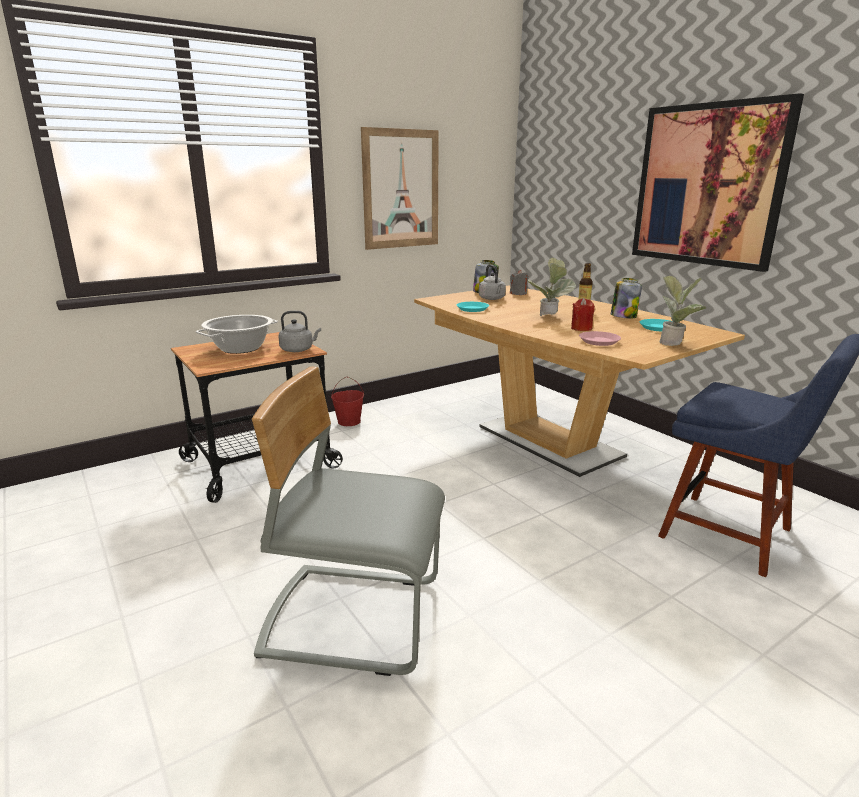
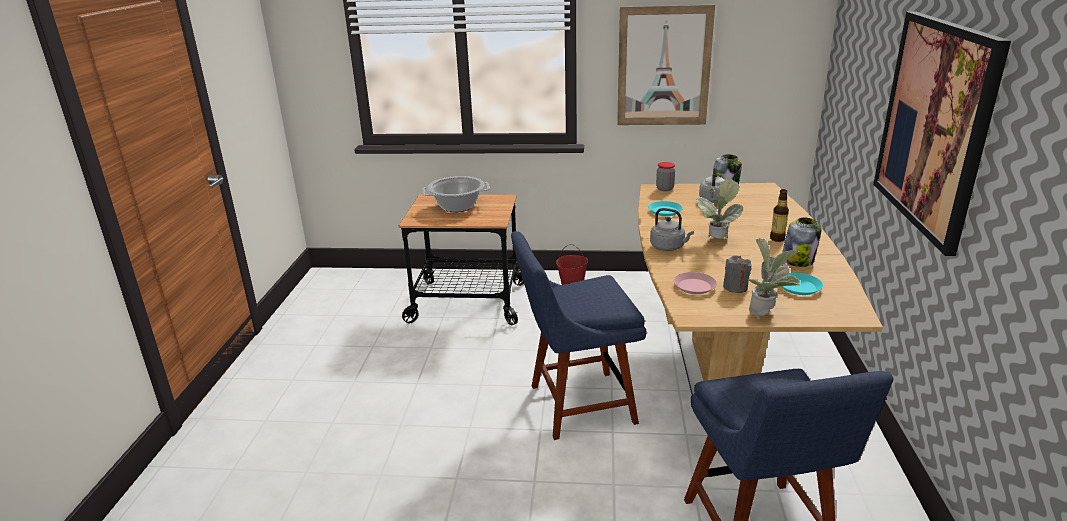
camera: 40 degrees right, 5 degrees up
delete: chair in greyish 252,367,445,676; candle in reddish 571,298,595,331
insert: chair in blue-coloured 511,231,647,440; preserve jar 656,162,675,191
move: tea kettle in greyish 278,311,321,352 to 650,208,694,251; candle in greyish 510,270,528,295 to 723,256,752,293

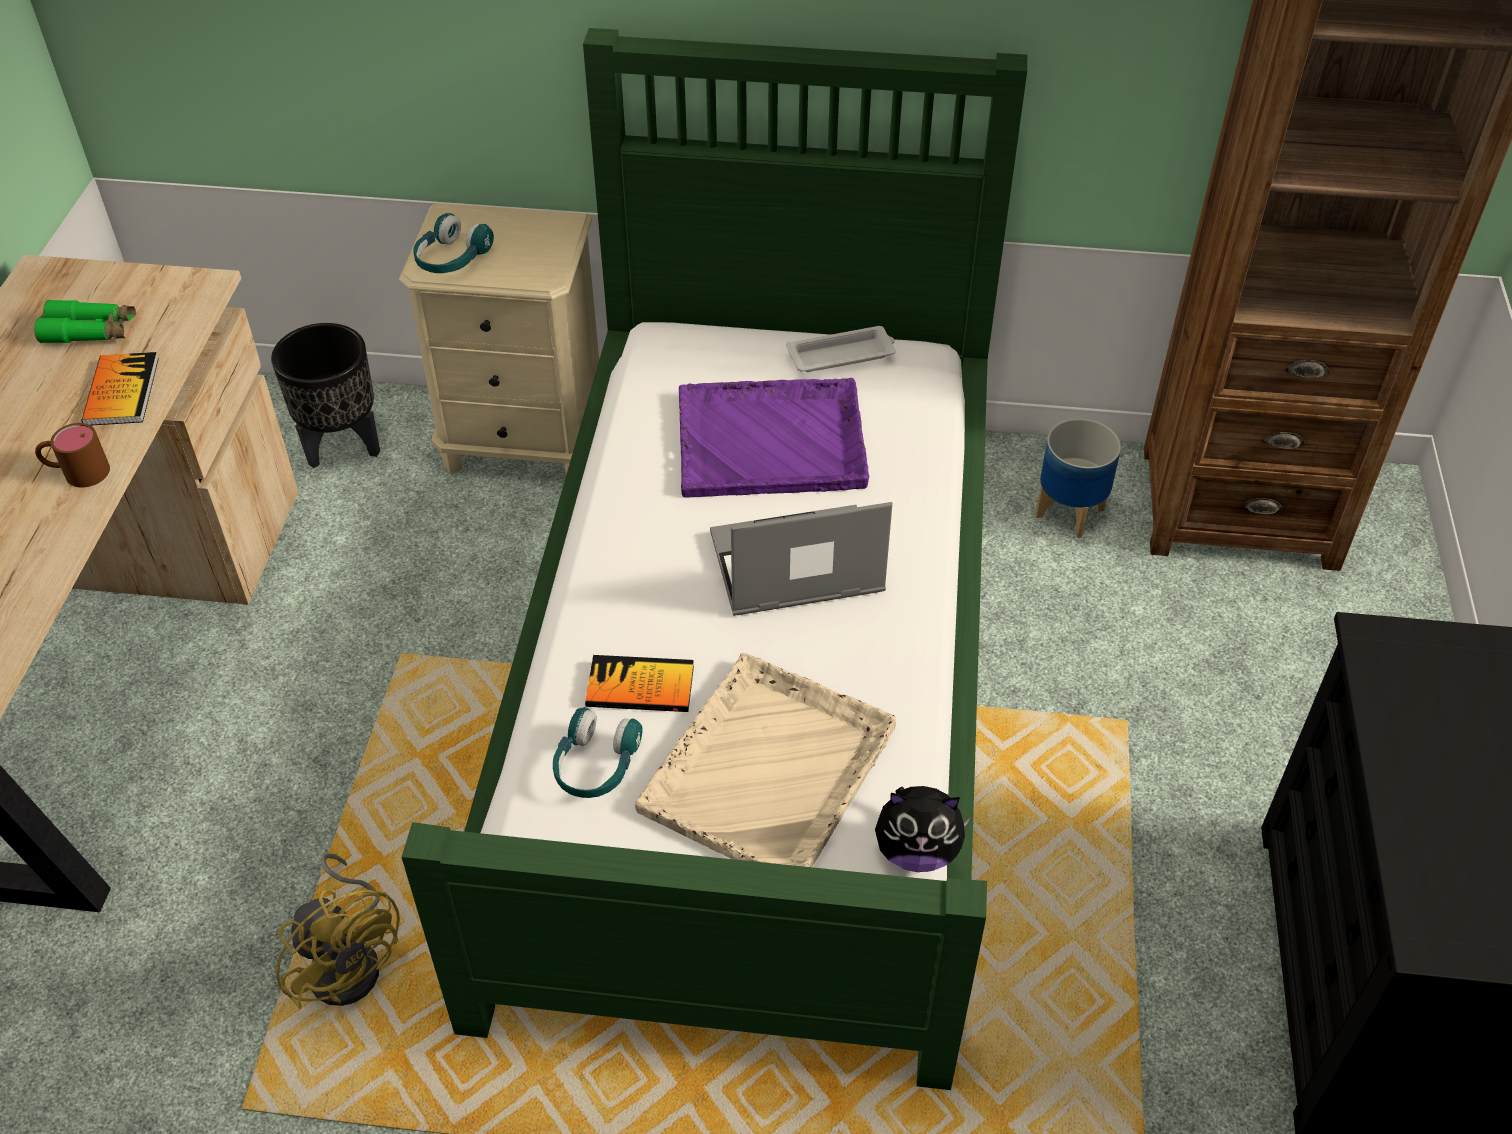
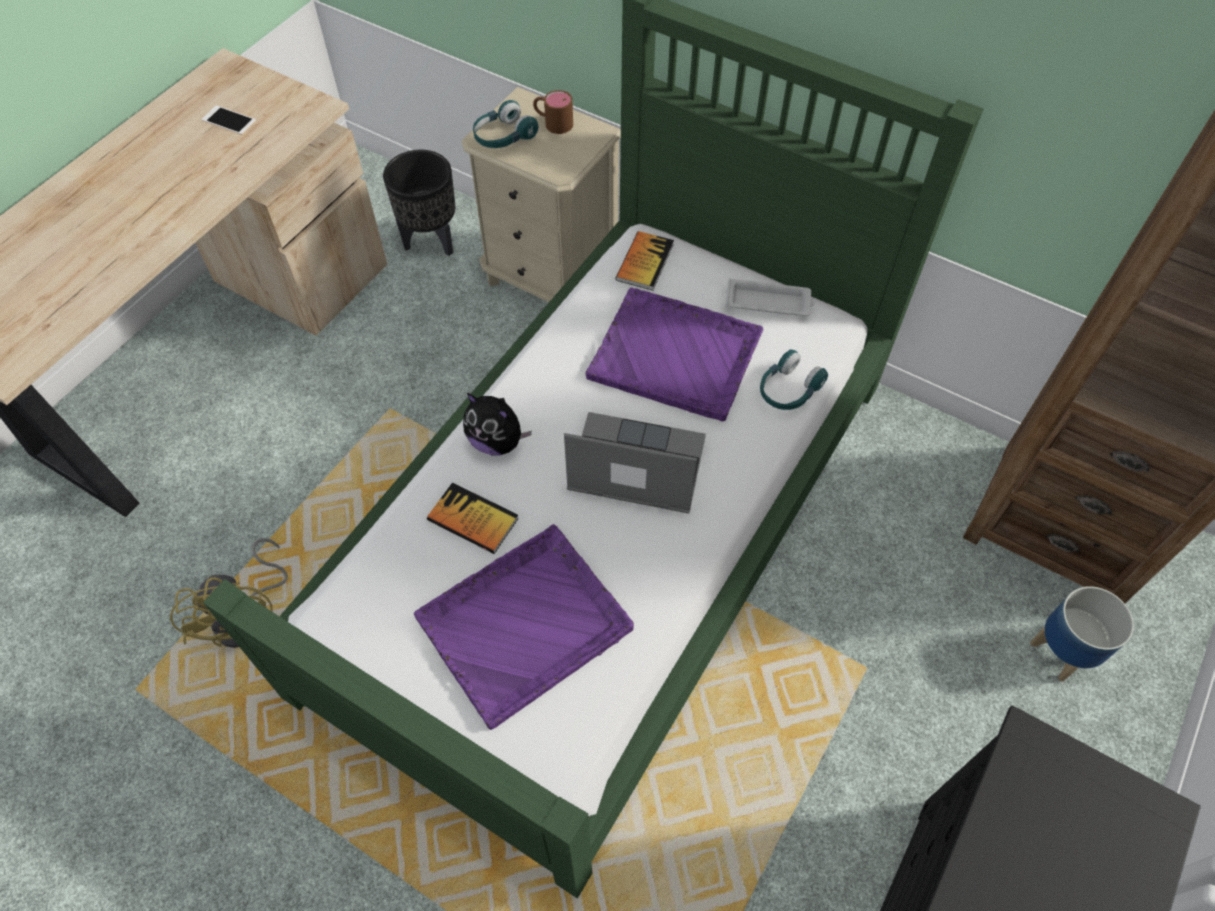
camera: 25 degrees right, 10 degrees up
move: soft toy 875,786,971,872 to 463,393,532,456; mug in brown 35,423,110,487 to 533,90,573,134; volume 81,352,159,425 to 616,231,674,291; headphones in turquoise-coloured 553,707,643,798 to 760,350,828,410; flower pot 1035,418,1121,538 to 1030,586,1134,682
replace: pair of binoculars in green 34,300,136,343 to telephone 201,105,256,135
recolor: carrying tray in sand-coloured 635,653,896,867 to carrying tray in purple-coloured 414,524,634,730

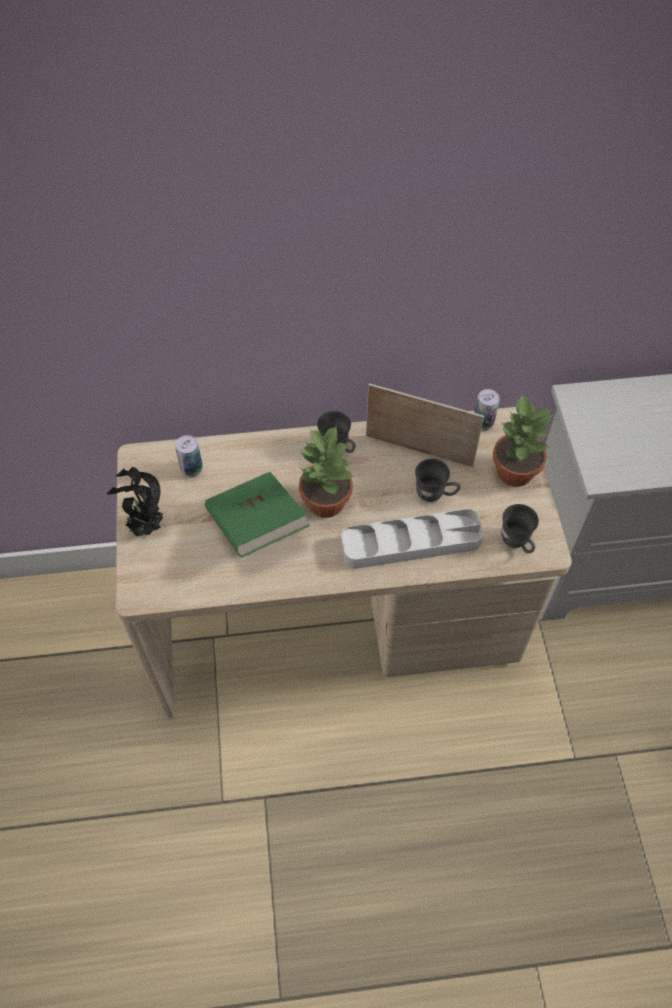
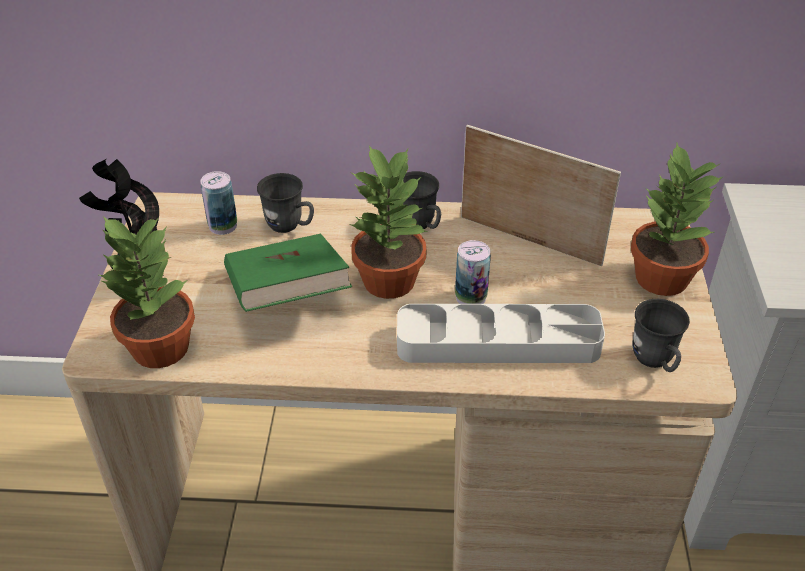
camera: 10 degrees right, 15 degrees down
insert: houseplant 99,216,195,368
move: mug in greyish 415,459,461,502 to 257,173,314,233; can 474,389,500,431 to 455,240,491,304

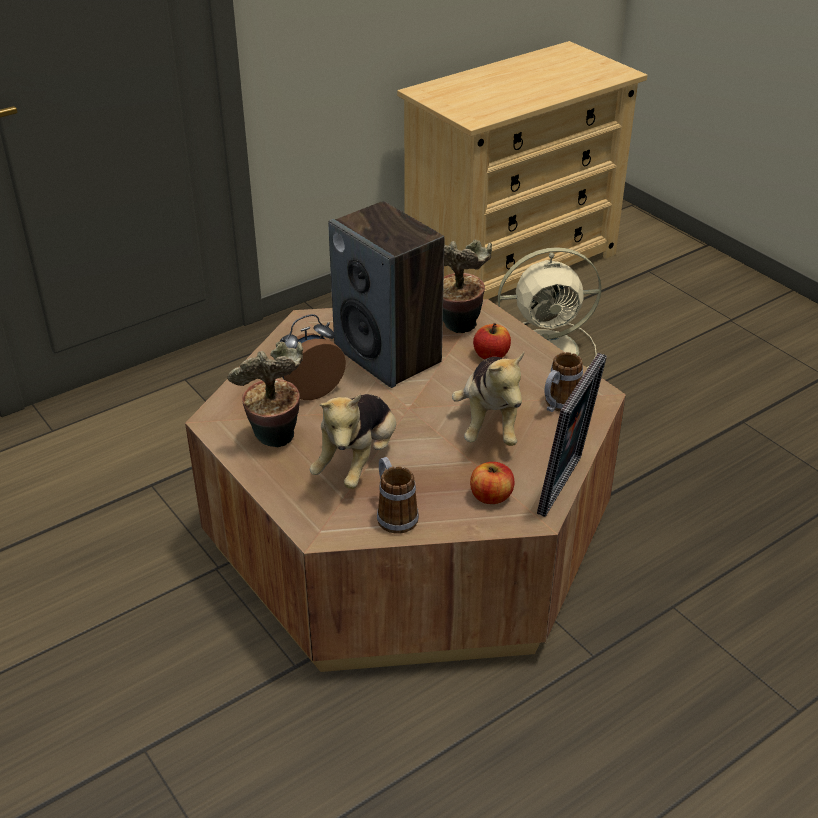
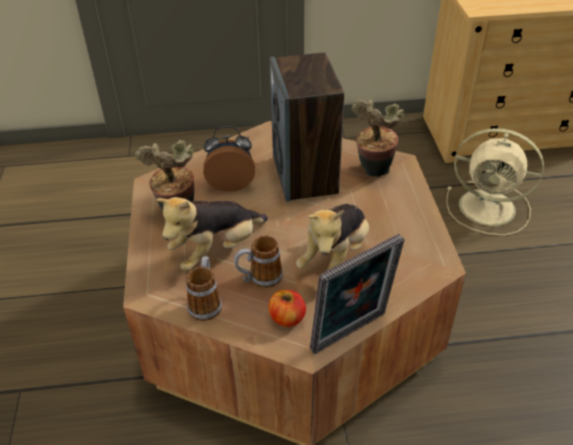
camera: 30 degrees right, 5 degrees up
delete: whole apple 473,323,511,359
move: mug 544,352,583,412 to 234,235,283,288

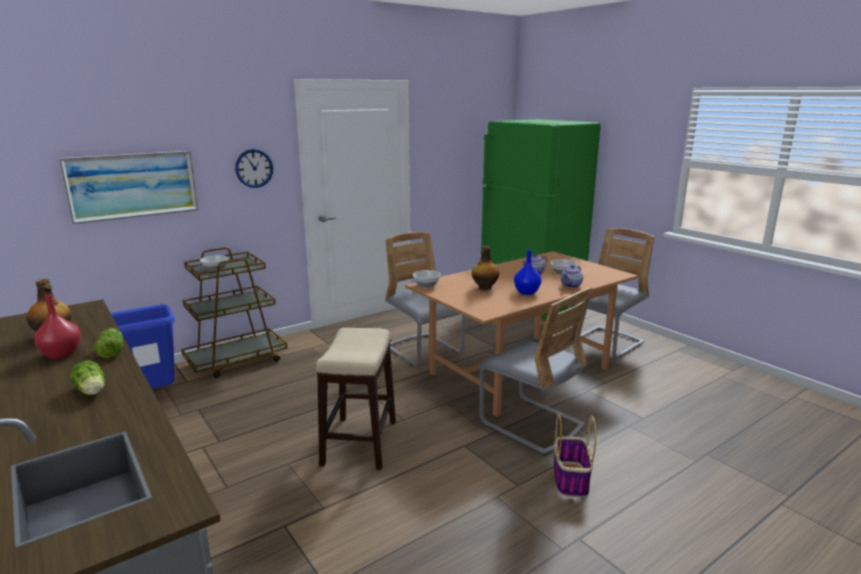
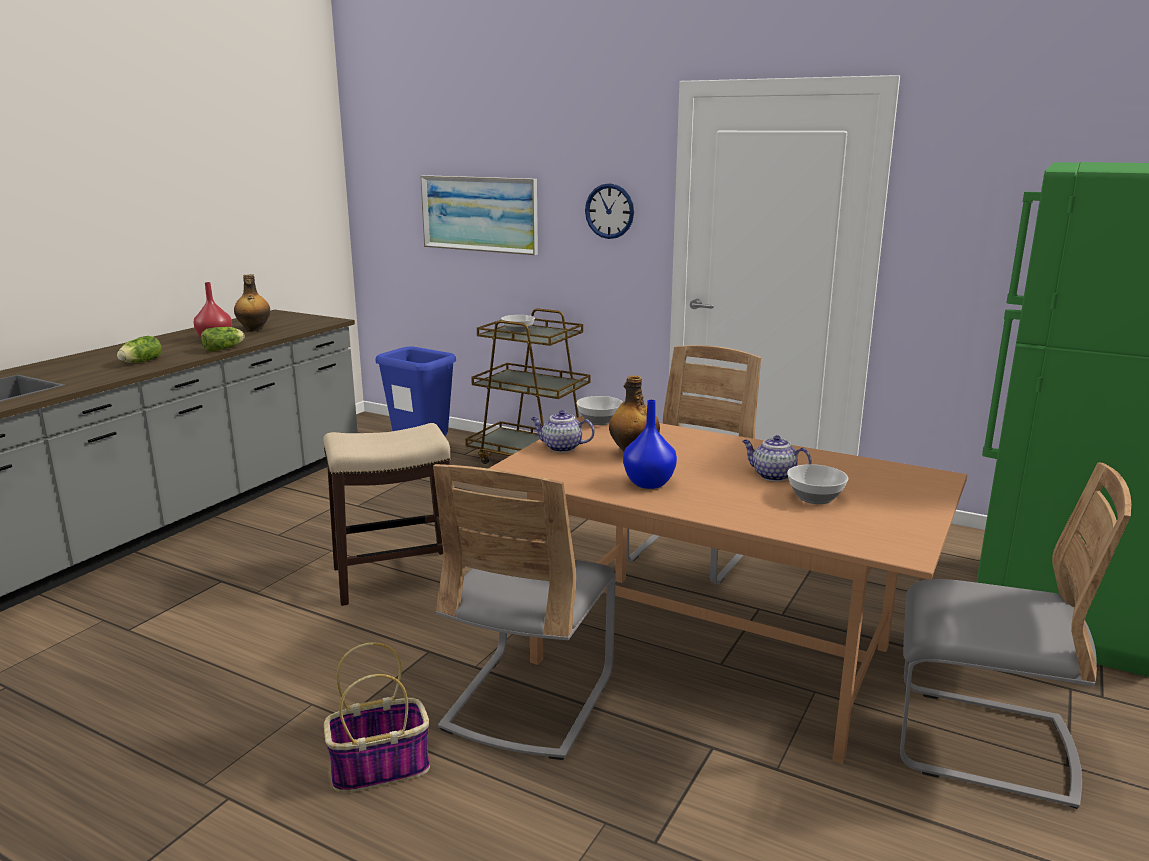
camera: 65 degrees right, 0 degrees up
move: pot for tea 561,265,583,288 to 531,410,595,452

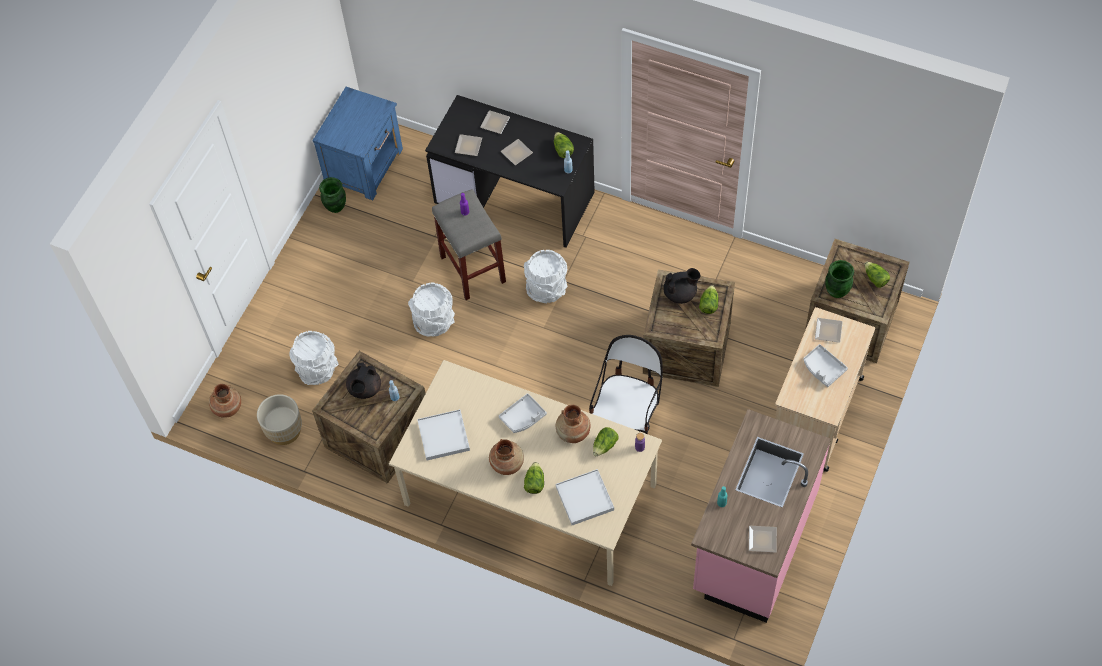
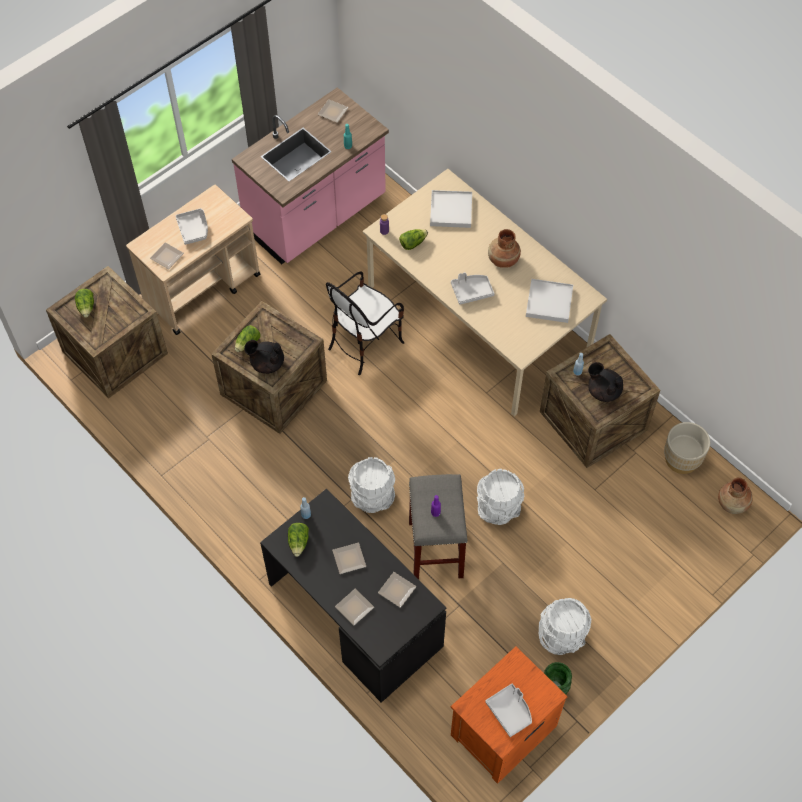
camera: 160 degrees left, 0 degrees up
delete: head of lettuce 524,462,544,494; vase in brown 556,405,590,443; vase in green 825,260,854,298
insert: carrying tray in greyish 485,683,532,737
move: water bucket in white 289,331,339,385 to 539,598,591,655
recolor: nightstand in blue-coloured 312,87,403,200 to nightstand in orangey 451,646,568,784
rotate: pot for tea in black 346,362,381,399 = 588,362,623,402 90 degrees counterclockwise

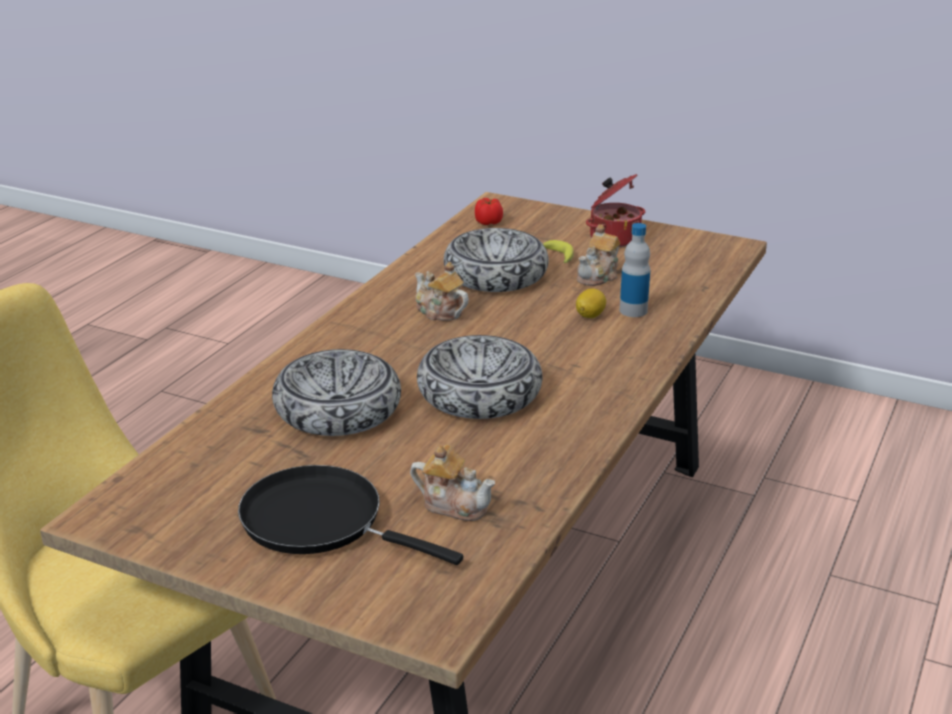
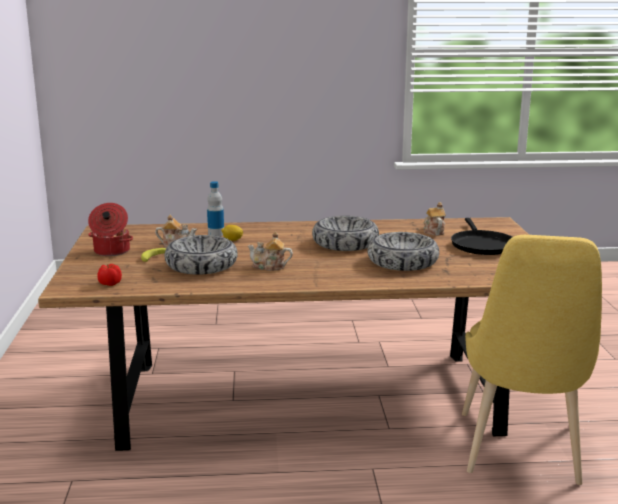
camera: 120 degrees left, 10 degrees down
rotate: pot for tea 415,262,469,321 = 248,231,293,271 90 degrees clockwise

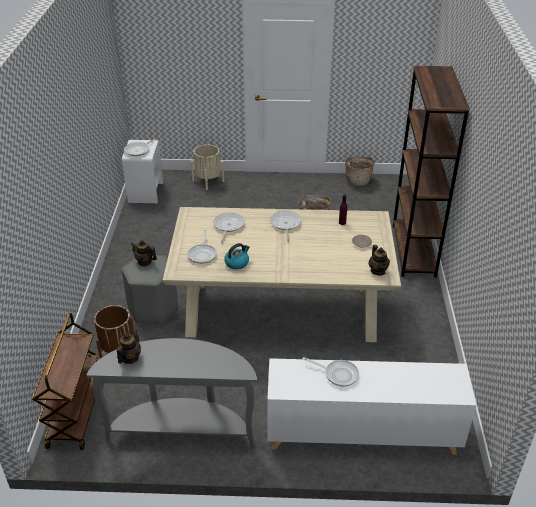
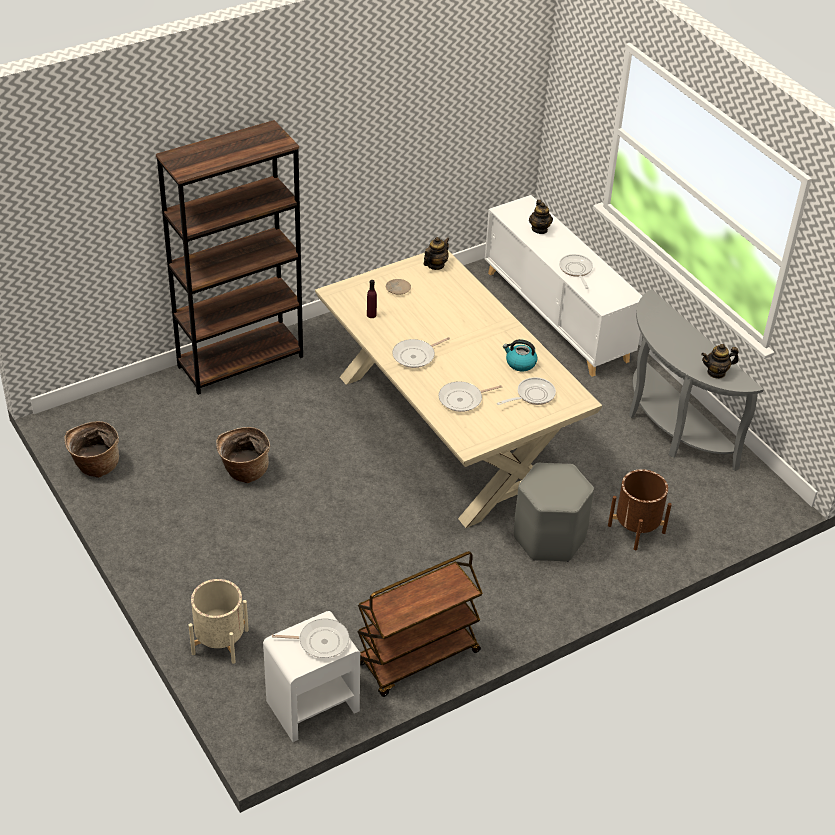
camera: 125 degrees left, 5 degrees up
move: trolley in brown 32,313,103,450 to 357,551,483,697; pot for tea 130,240,157,266 to 529,200,553,234

